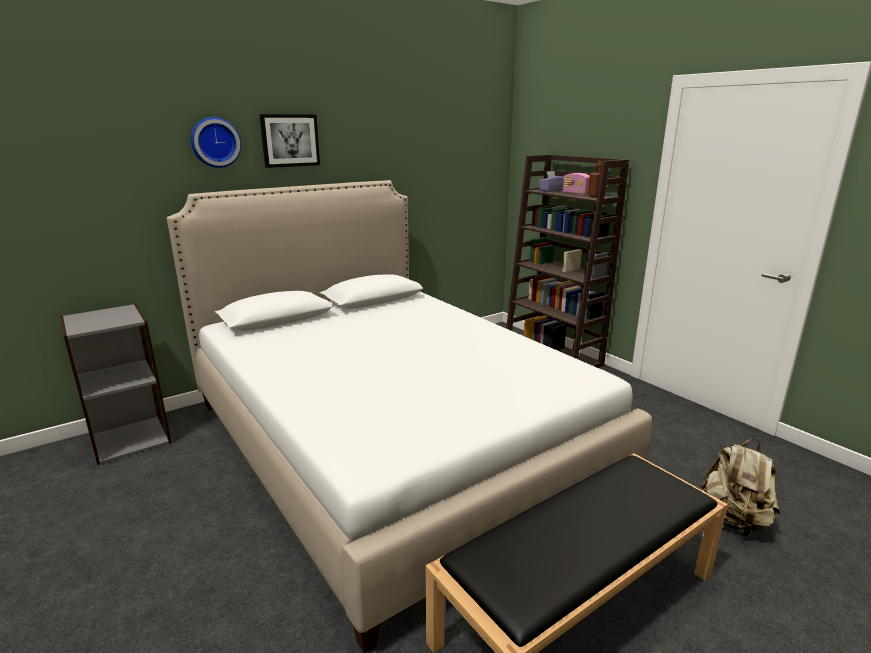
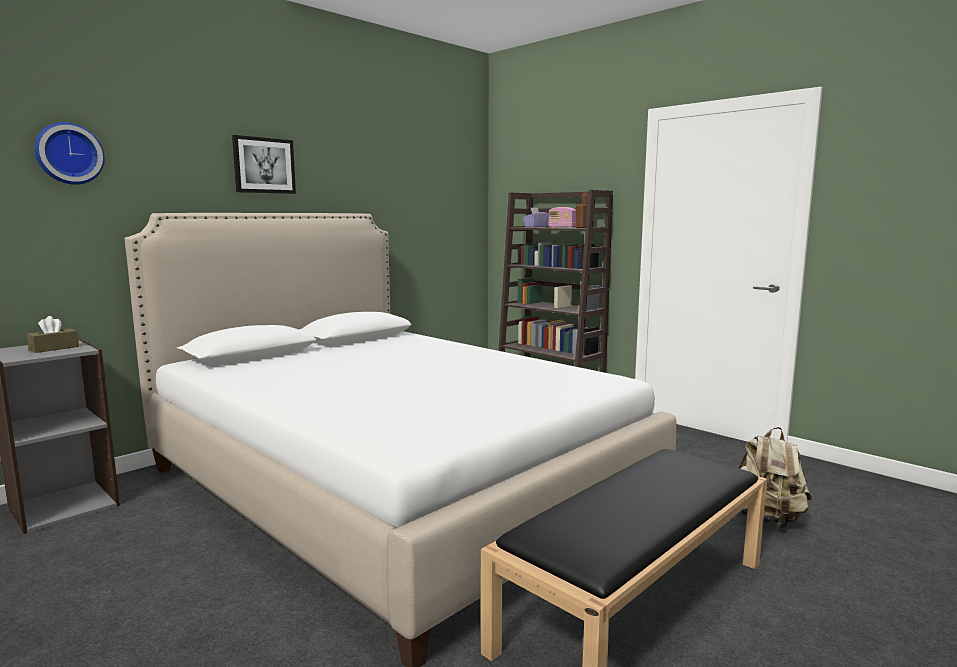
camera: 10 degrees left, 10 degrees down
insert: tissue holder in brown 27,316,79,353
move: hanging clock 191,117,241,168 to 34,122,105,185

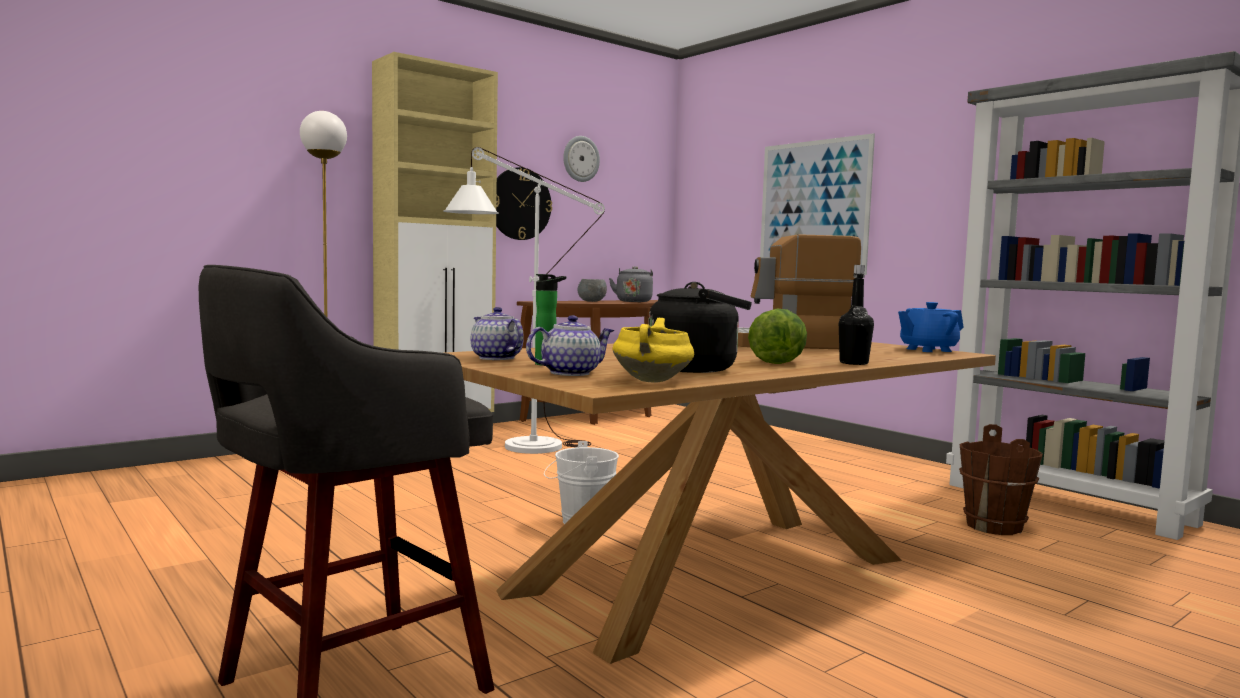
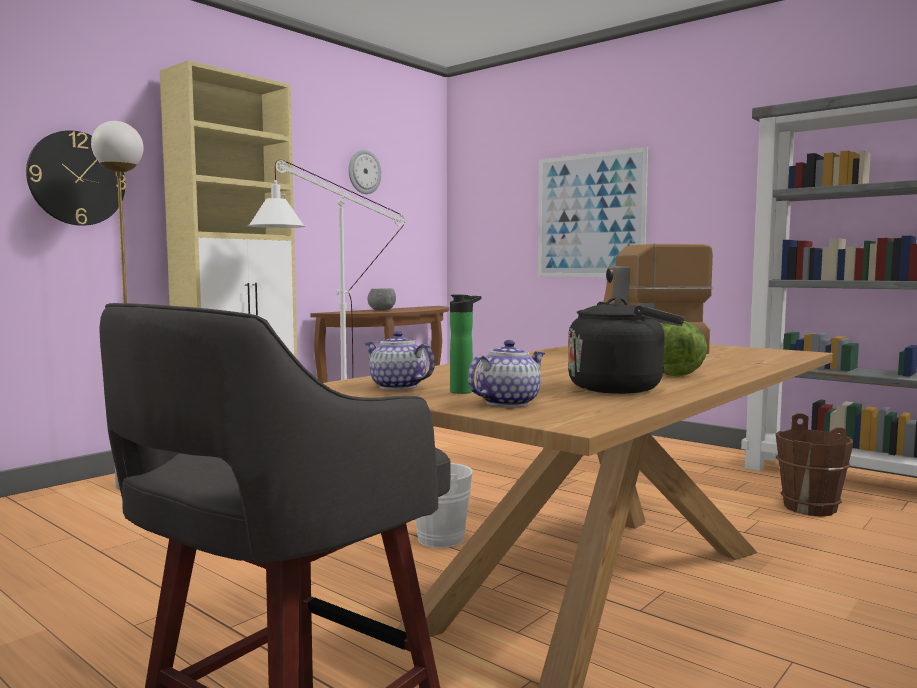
camera: 10 degrees left, 0 degrees up
delete: tea kettle in greyish 609,266,653,302; cooking pot in yellow 612,318,694,383; bottle in black 839,265,874,365; pot for tea in blue-coloured 898,302,964,352
move: hanging clock 496,167,552,240 to 26,130,126,226

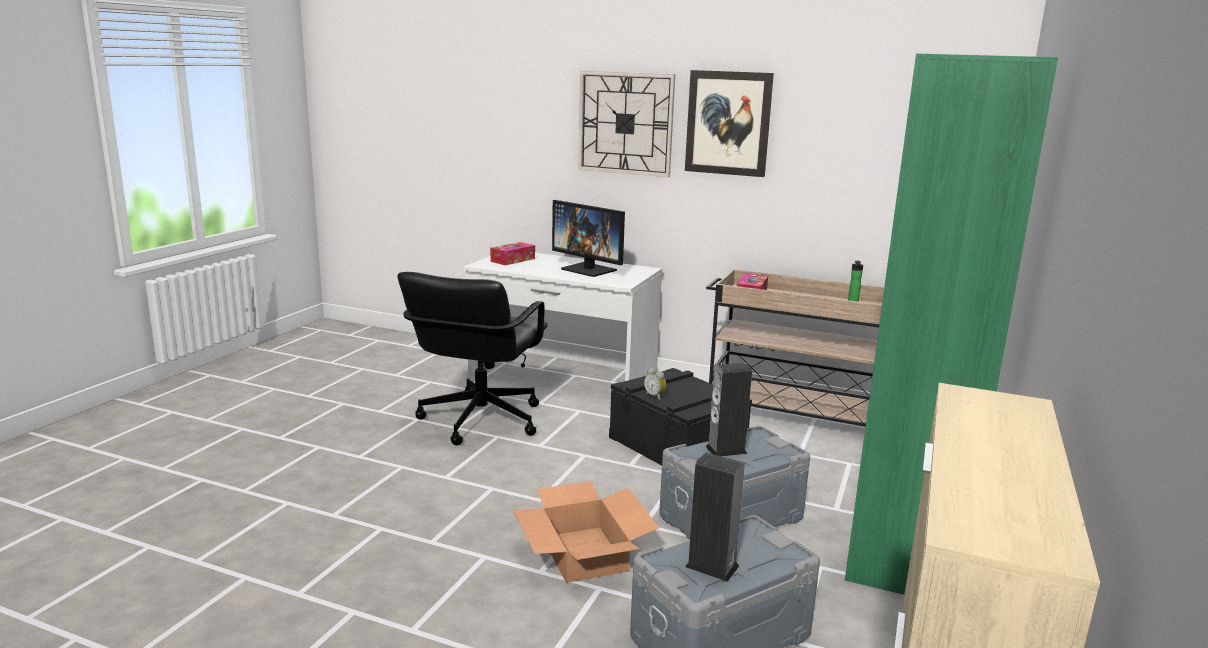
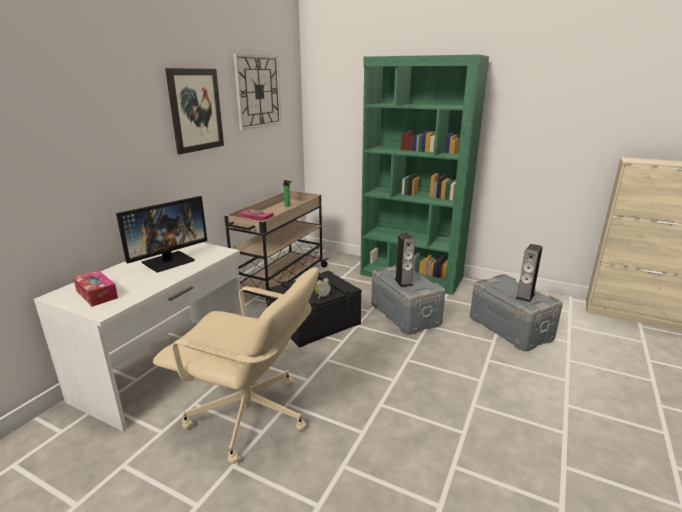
camera: 85 degrees left, 5 degrees up
delete: cardboard box 513,481,659,583
move: hanging clock 578,71,675,177 to 233,54,282,130
recolor: desk chair in black 397,272,548,445 to desk chair in sand-coloured 153,267,319,464

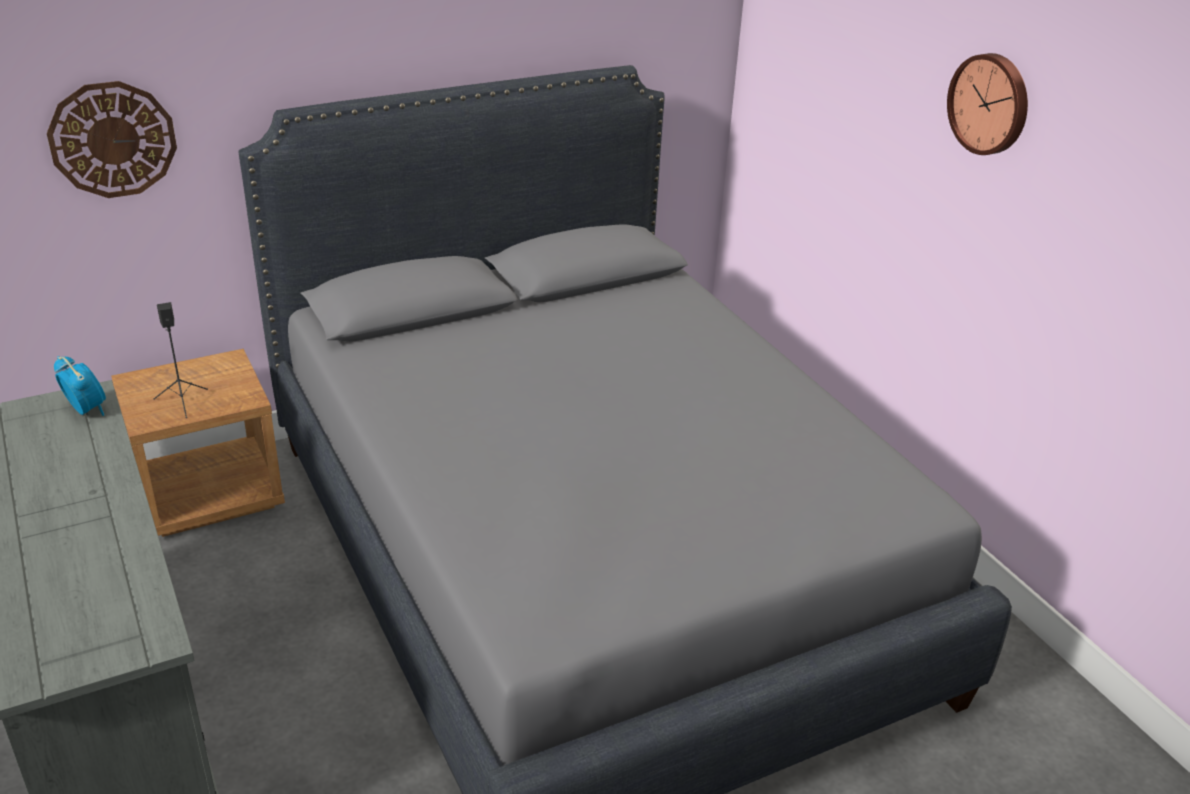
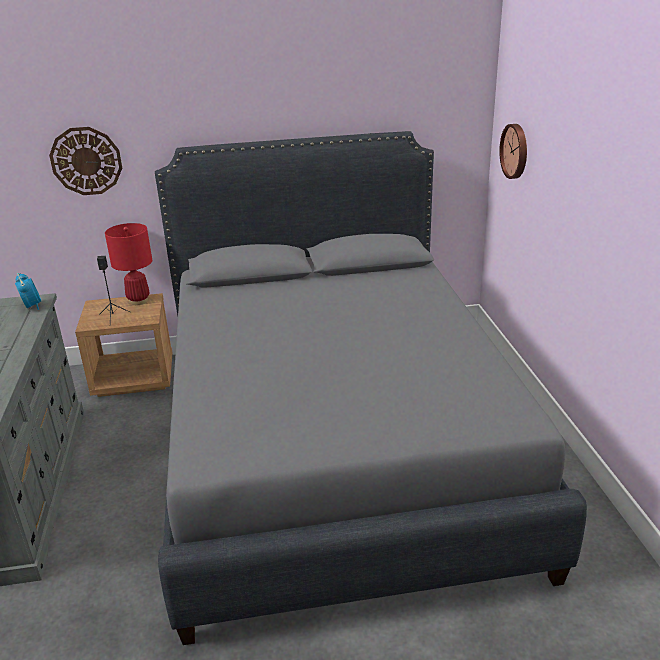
camera: 20 degrees right, 5 degrees down
insert: lamp for a table in reddish 105,223,152,305
move: hanging clock 947,53,1028,155 to 499,124,527,179

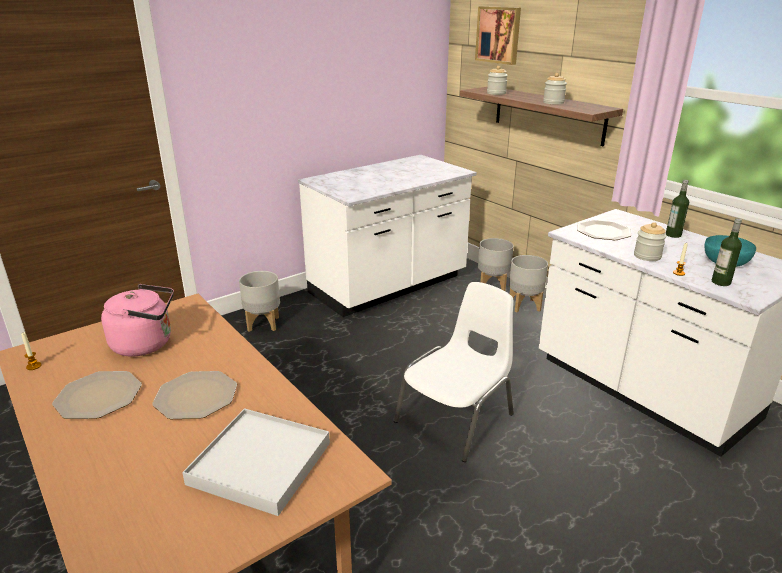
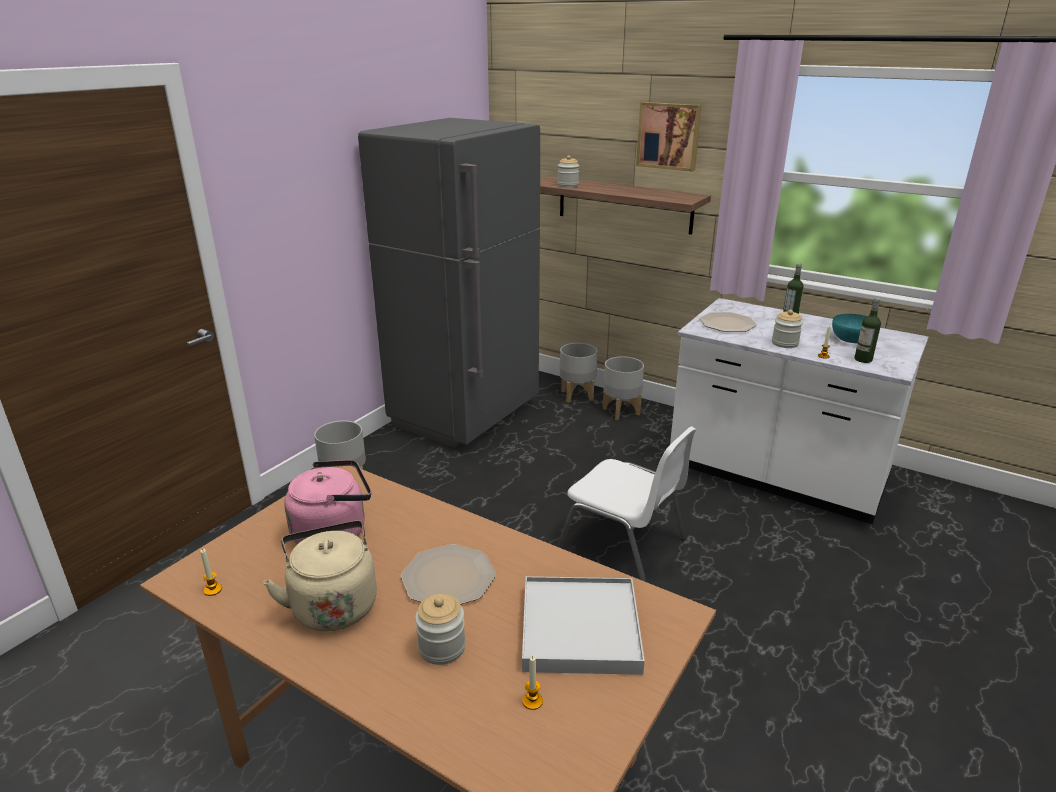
camera: 20 degrees left, 0 degrees up
insert: candle 522,656,543,710
move: preserve jar 543,73,567,104 to 415,594,466,665; picture 475,6,521,65 to 636,102,702,172
replace: flat dish 52,371,142,419 to tea kettle in sand-coloured 263,521,377,631; kitchen base unit in white 298,155,477,317 to kitchen fridge in greyish 358,118,540,448
rotate: chair in white 394,282,514,462 = 556,427,696,582 105 degrees clockwise

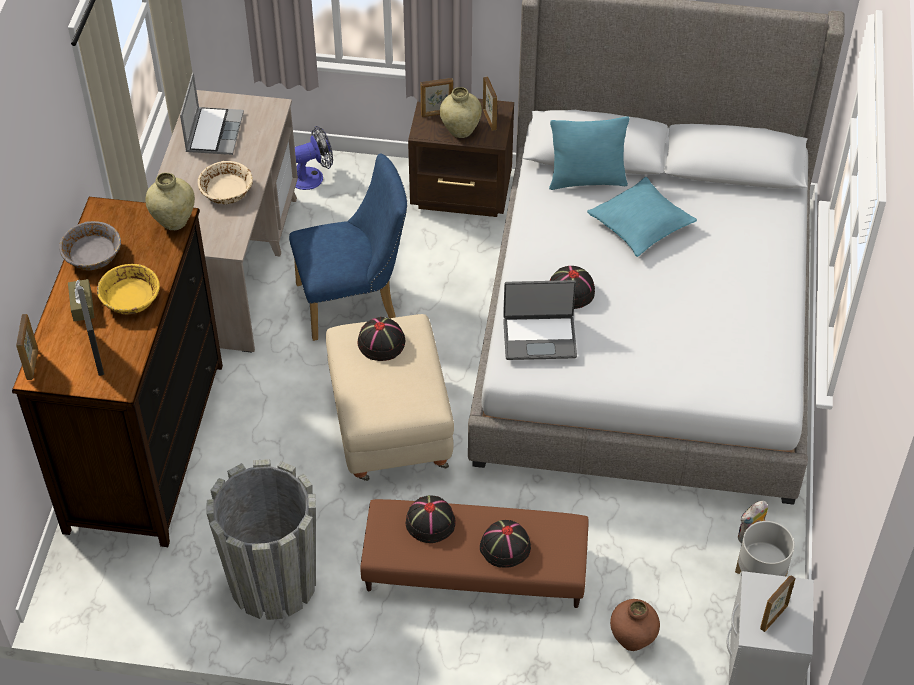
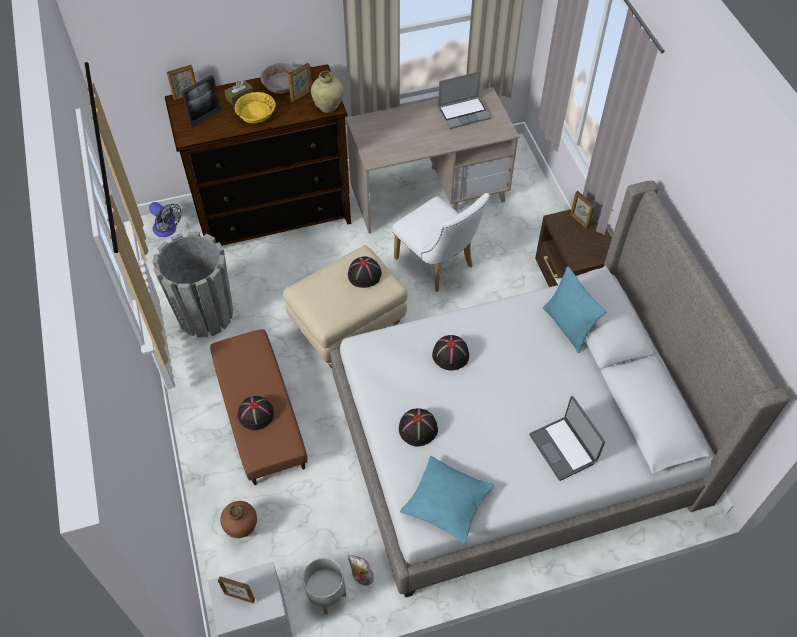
camera: 65 degrees right, 5 degrees up
delete: deep dish in sand-coloured 198,161,253,204; vase in sand-coloured 440,87,482,138
move: fan 295,126,333,190 to 149,202,181,237; photo frame 483,77,497,131 to 288,63,312,102; clothing hat in black 406,495,456,543 to 399,408,438,447; pillow in turquoise-coloured 587,177,697,257 to 400,456,494,544; laptop 503,280,577,360 to 529,396,605,481
recolor: chair in blue-coloured 289,153,407,341 to chair in white 392,193,490,292

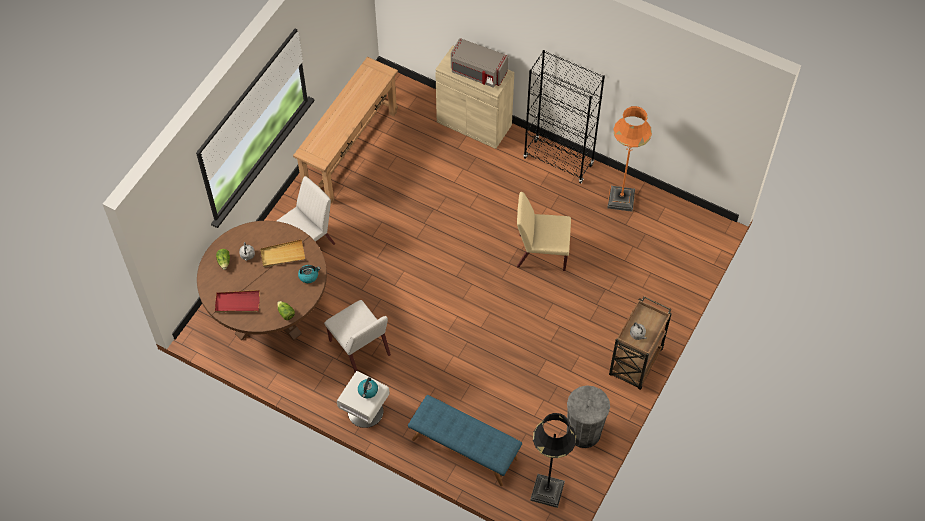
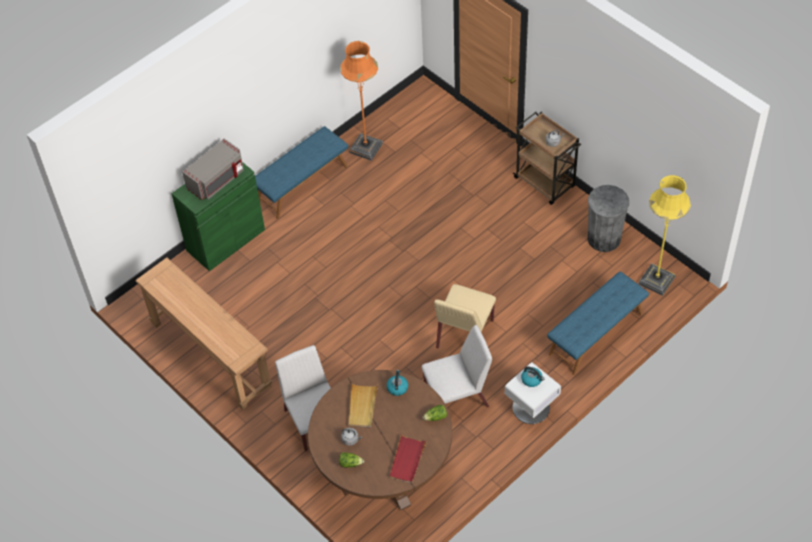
camera: 70 degrees left, 5 degrees down
move: chair in sand-coloured 517,192,571,271 to 434,284,496,348
replace: bookshelf in black 524,50,605,183 to long seat in blue-coloured 255,126,348,219
recolor: storage cabinet in sand-coloured 435,46,514,149 to storage cabinet in green 171,162,265,271; standard lamp in black 530,413,576,508 to standard lamp in yellow 639,175,691,296

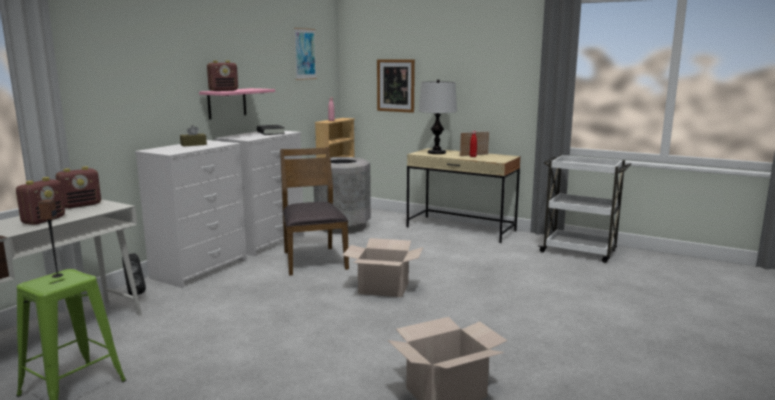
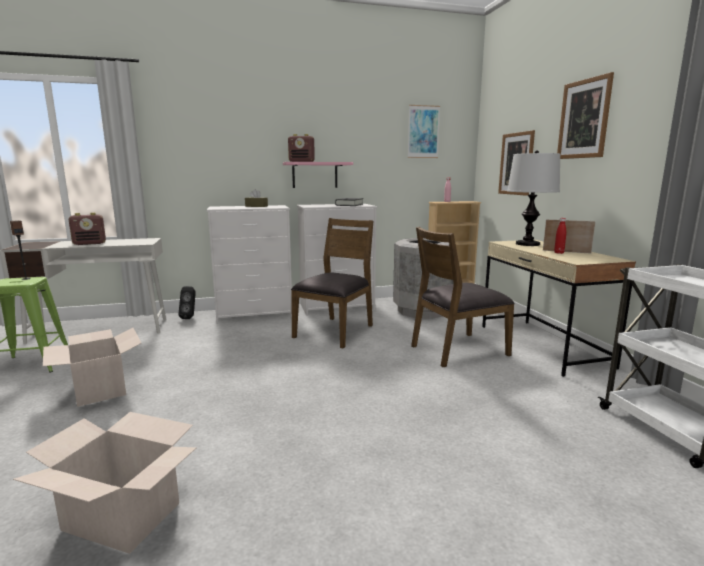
camera: 45 degrees right, 0 degrees up
delete: radio 56,166,101,208
insert: chair in brown 411,227,515,367; picture 557,72,614,159
move: cardboard box 342,238,423,297 to 43,328,141,407

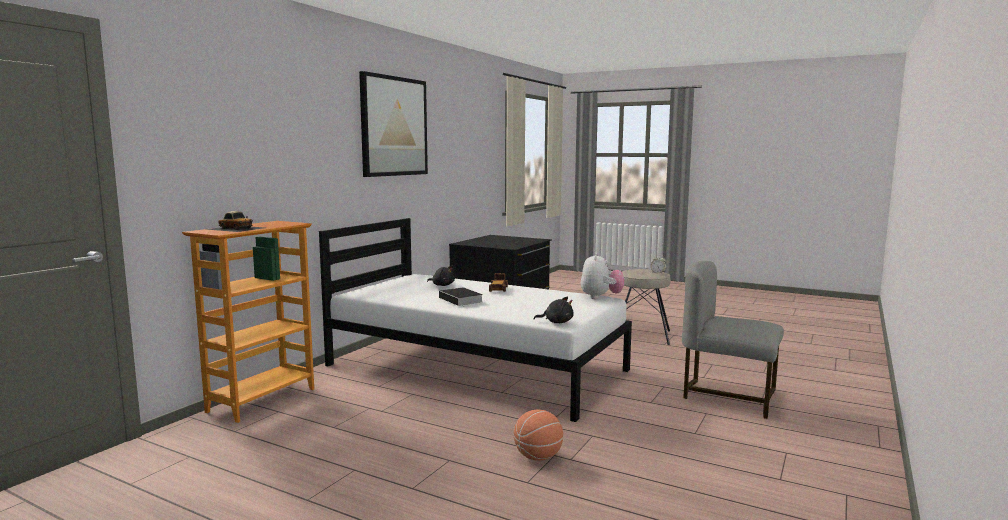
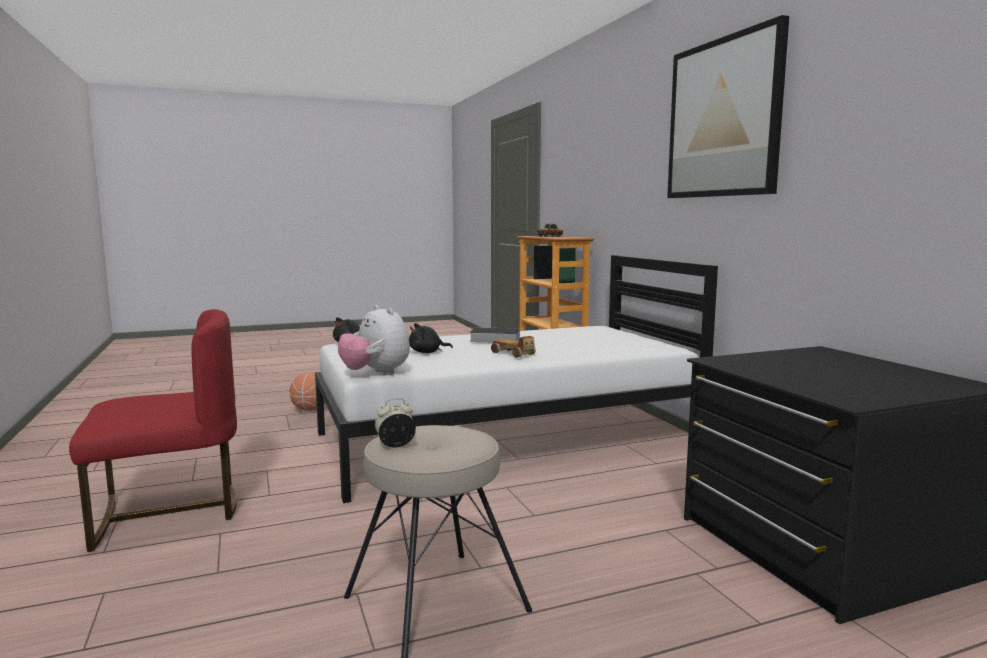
camera: 130 degrees right, 0 degrees up
move: soft toy in black 427,266,455,286 to 409,323,453,353
recolor: chair in greyish 682,261,784,419 to chair in reddish 69,309,237,552

